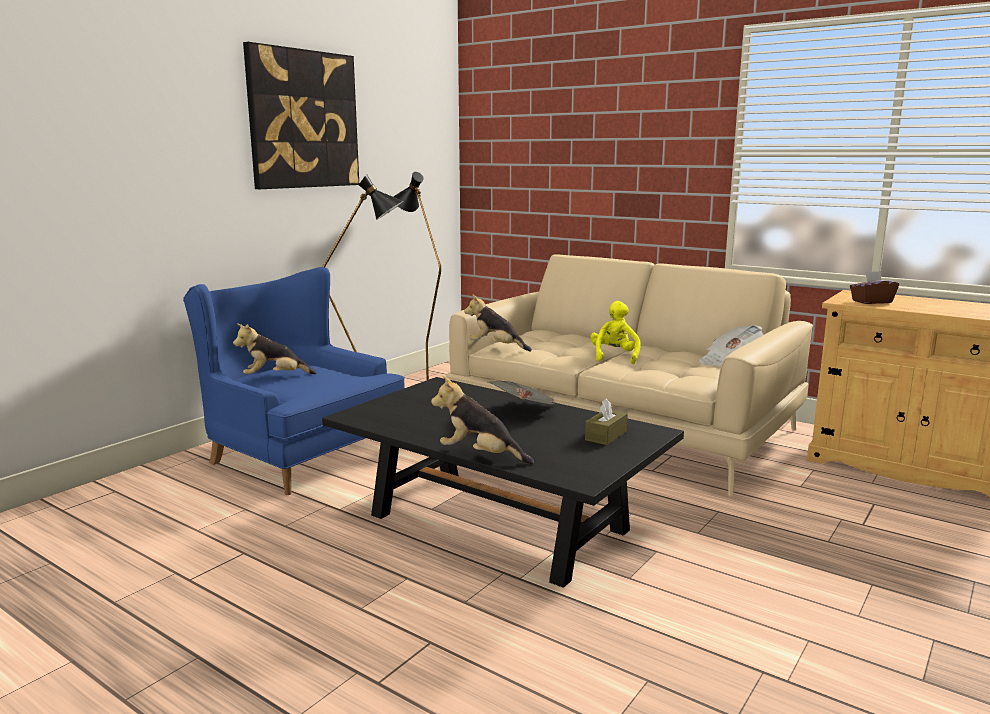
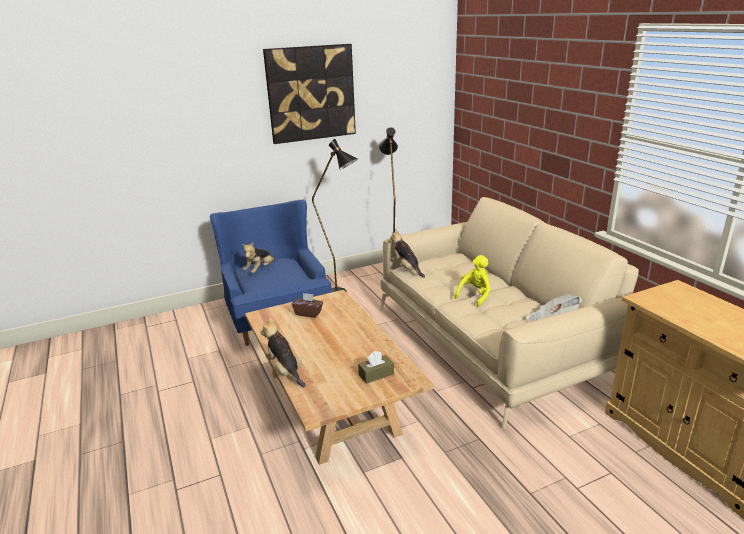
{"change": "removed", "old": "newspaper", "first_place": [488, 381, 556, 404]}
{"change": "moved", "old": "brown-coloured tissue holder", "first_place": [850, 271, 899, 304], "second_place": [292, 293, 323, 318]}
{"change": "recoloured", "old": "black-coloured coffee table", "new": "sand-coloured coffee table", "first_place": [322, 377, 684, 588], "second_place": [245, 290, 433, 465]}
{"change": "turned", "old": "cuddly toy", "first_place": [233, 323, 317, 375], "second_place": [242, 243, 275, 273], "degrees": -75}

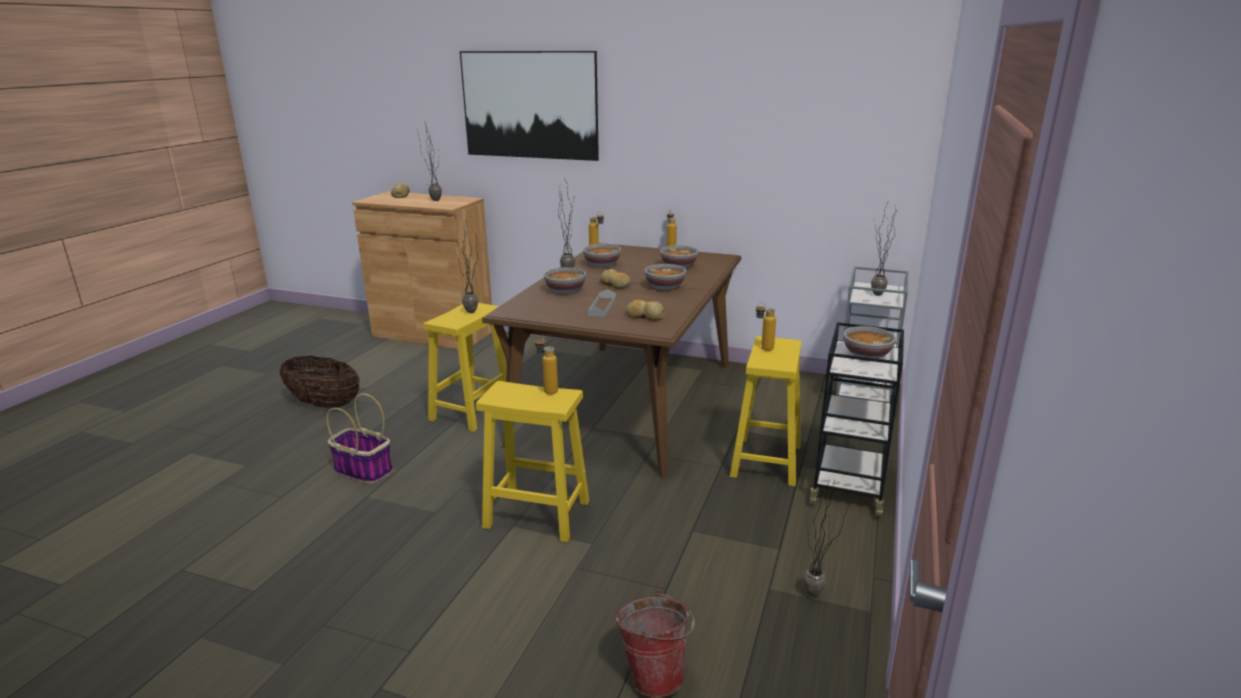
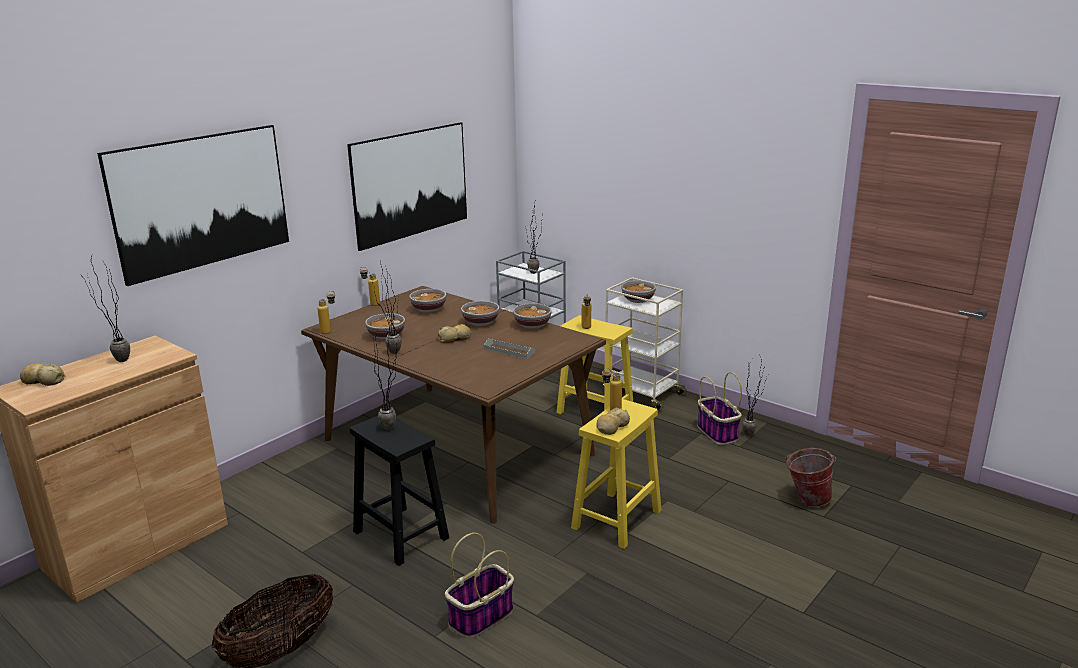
{"change": "added", "new": "picture", "second_place": [347, 122, 467, 251]}
{"change": "added", "new": "storage basket", "second_place": [697, 372, 742, 445]}
{"change": "moved", "old": "serving bowl", "first_place": [544, 267, 586, 294], "second_place": [513, 303, 552, 329]}
{"change": "moved", "old": "baked bread", "first_place": [626, 300, 665, 321], "second_place": [596, 408, 630, 435]}
{"change": "recoloured", "old": "yellow stool", "new": "black-coloured stool", "first_place": [423, 303, 507, 432], "second_place": [350, 416, 449, 566]}
{"change": "recoloured", "old": "black-coloured trolley", "new": "sand-coloured trolley", "first_place": [810, 322, 904, 517], "second_place": [603, 277, 687, 410]}

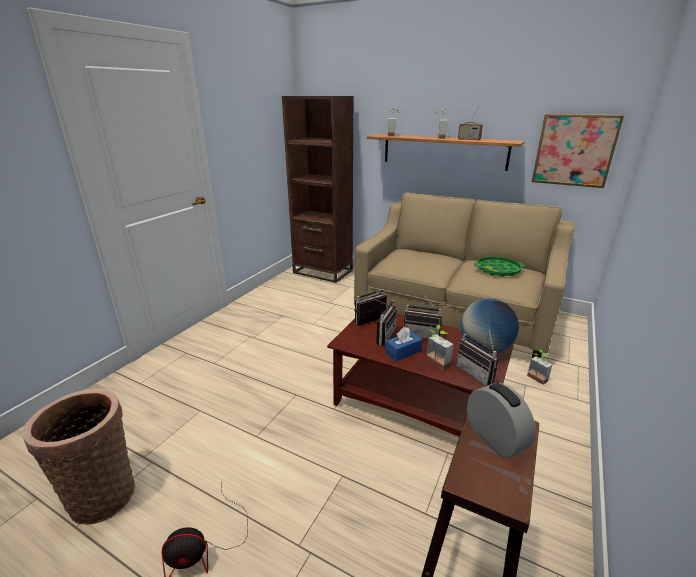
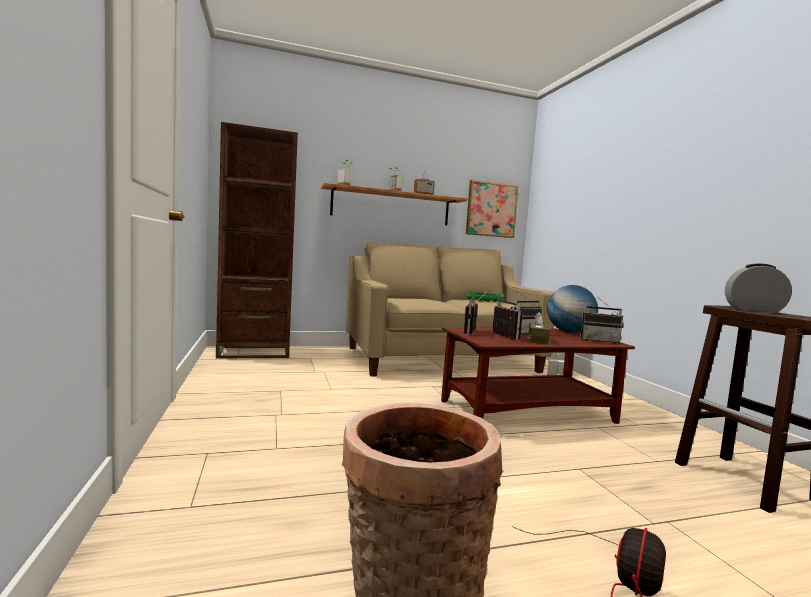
{"change": "removed", "old": "plant in a pot", "first_place": [426, 325, 454, 370]}
{"change": "recoloured", "old": "bluish tissue holder", "new": "brown-coloured tissue holder", "first_place": [385, 327, 423, 361], "second_place": [528, 312, 550, 344]}

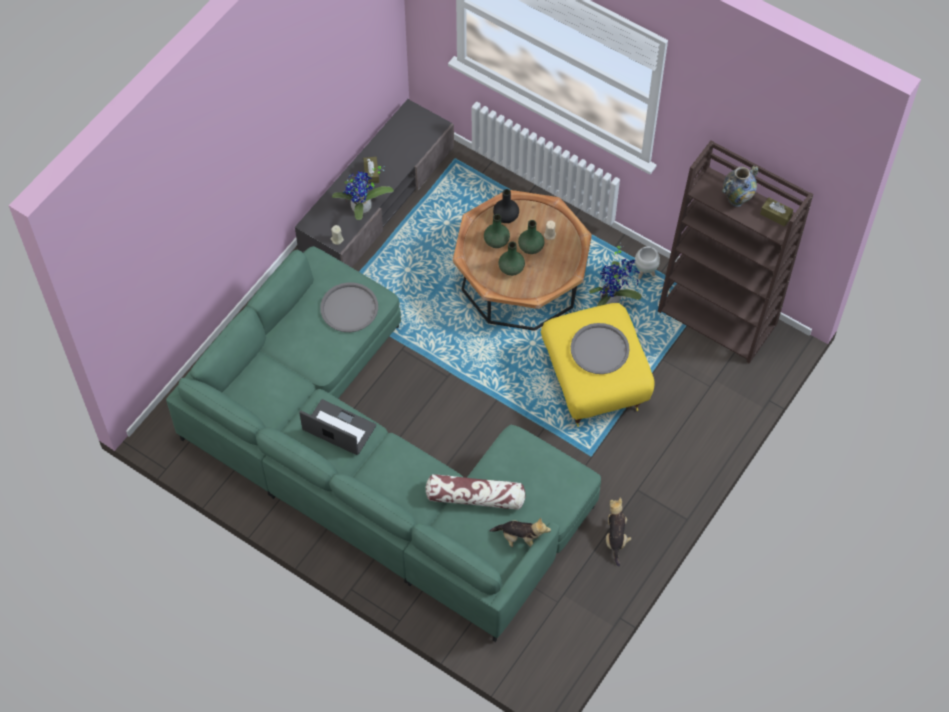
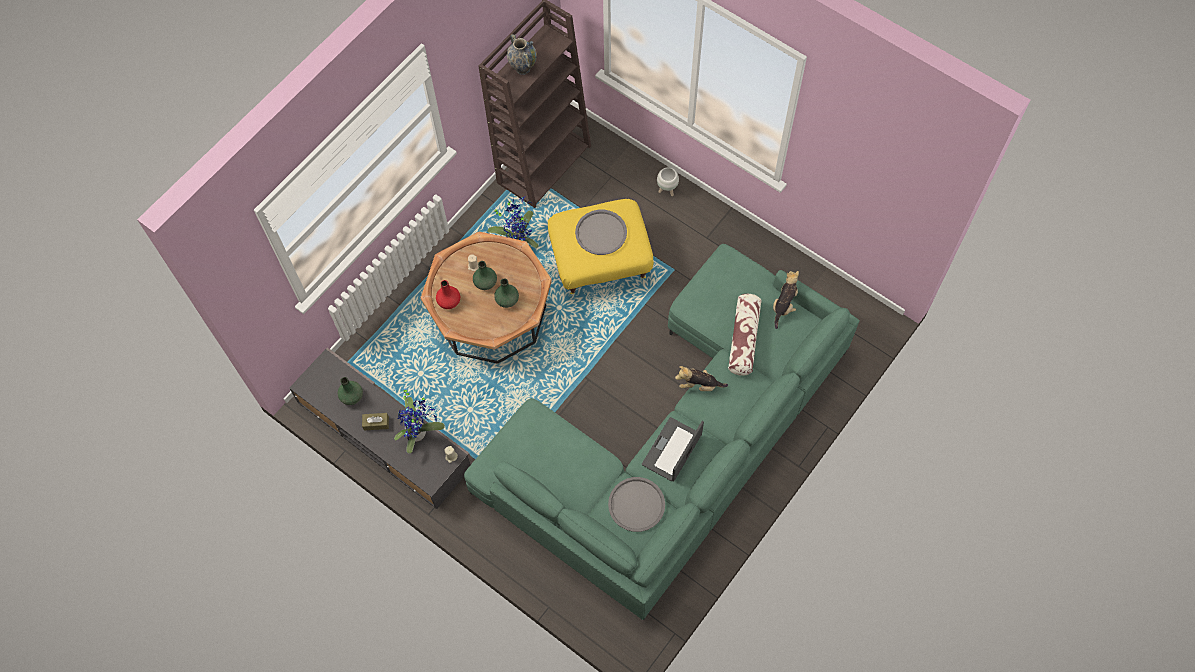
{"change": "removed", "old": "brown-coloured tissue holder", "first_place": [760, 197, 793, 226]}
{"change": "moved", "old": "grey serving tray", "first_place": [320, 282, 378, 332], "second_place": [608, 477, 665, 532]}
{"change": "moved", "old": "green decorative vase", "first_place": [484, 214, 510, 248], "second_place": [338, 377, 363, 405]}
{"change": "moved", "old": "cuddly toy", "first_place": [606, 497, 632, 567], "second_place": [675, 366, 728, 391]}
{"change": "moved", "old": "white-coloured planter", "first_place": [635, 246, 660, 279], "second_place": [657, 167, 679, 196]}
{"change": "recoloured", "old": "black-coloured decorative vase", "new": "red decorative vase", "first_place": [493, 189, 519, 223], "second_place": [436, 280, 460, 309]}

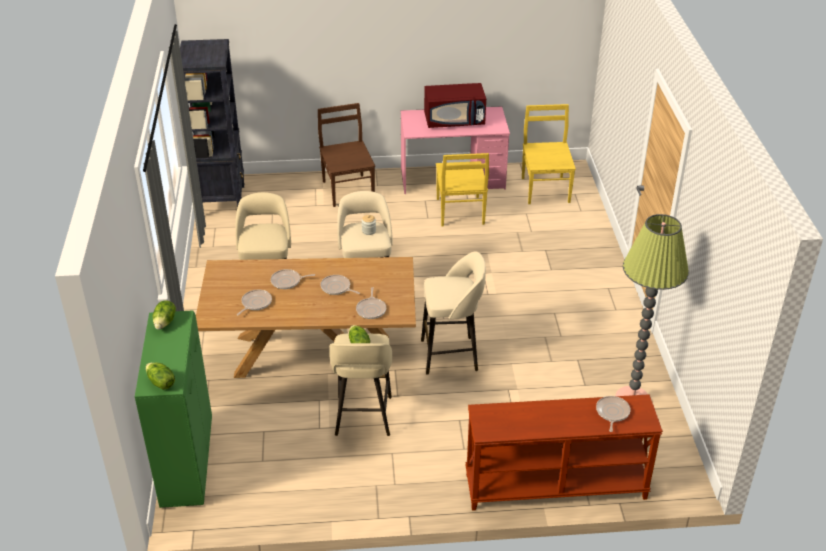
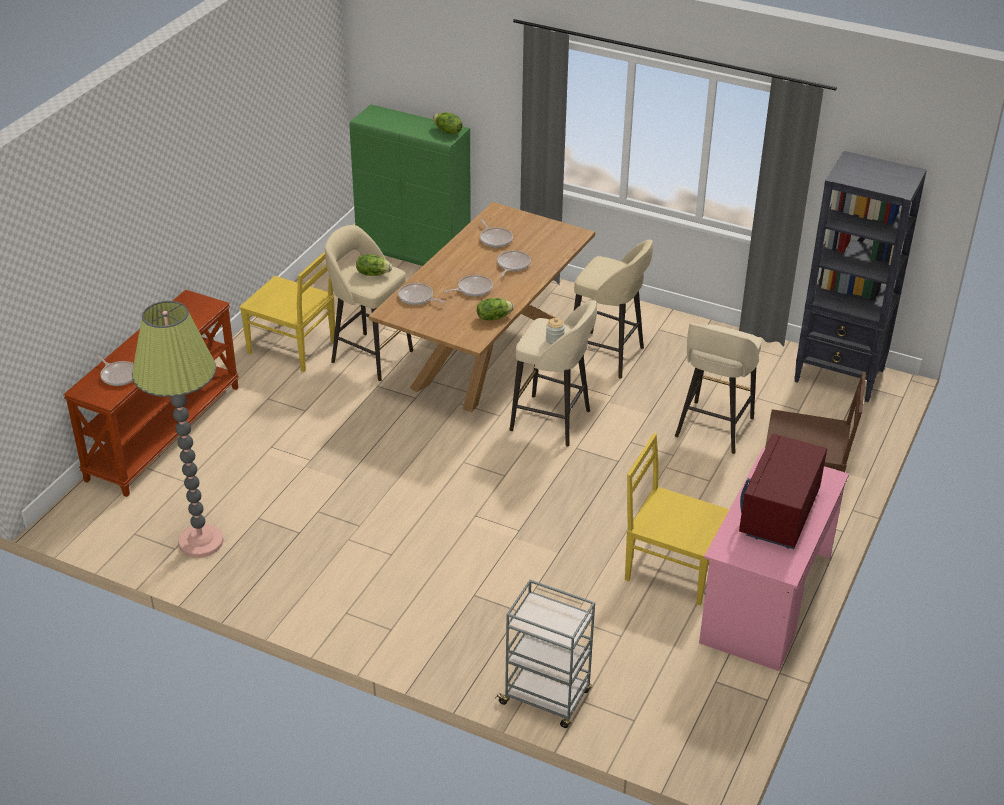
{"change": "added", "new": "grey trolley", "second_place": [496, 580, 595, 728]}
{"change": "moved", "old": "lettuce head", "first_place": [146, 362, 175, 390], "second_place": [477, 298, 514, 321]}
{"change": "moved", "old": "sand-coloured stool", "first_place": [421, 251, 486, 375], "second_place": [675, 323, 762, 454]}
{"change": "moved", "old": "yellow chair", "first_place": [522, 104, 576, 204], "second_place": [239, 252, 335, 372]}

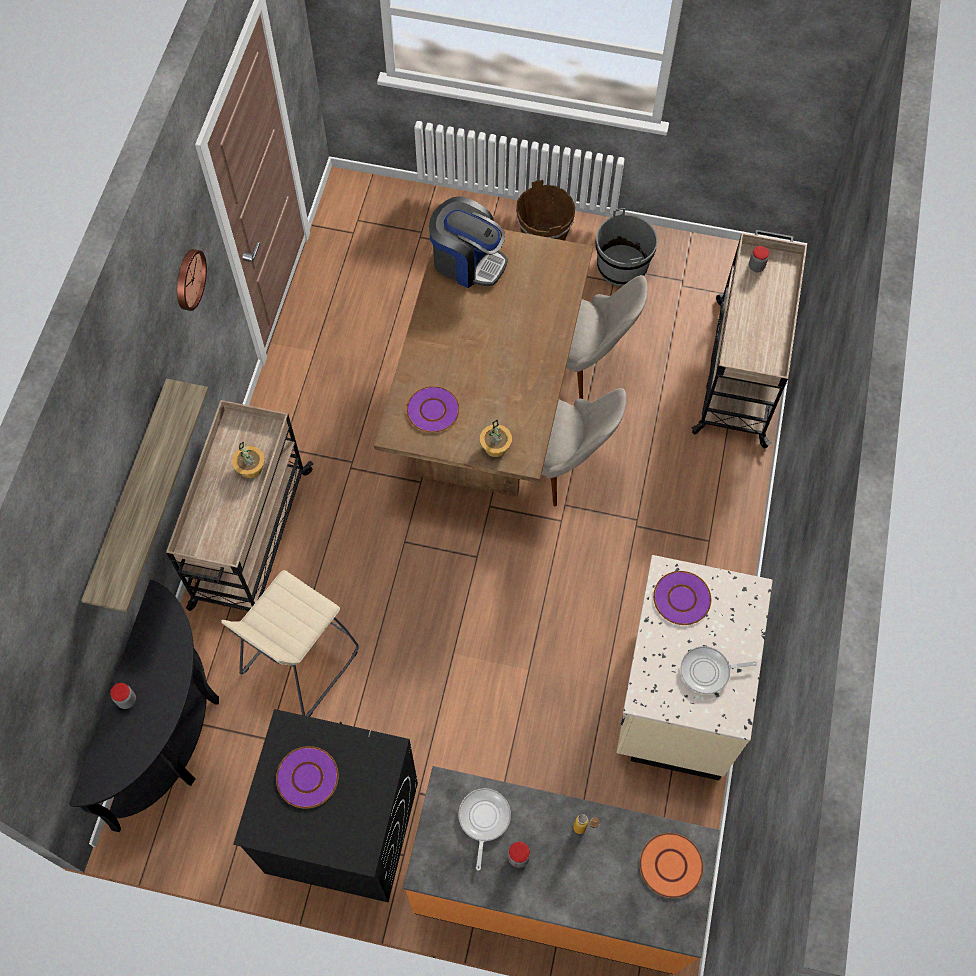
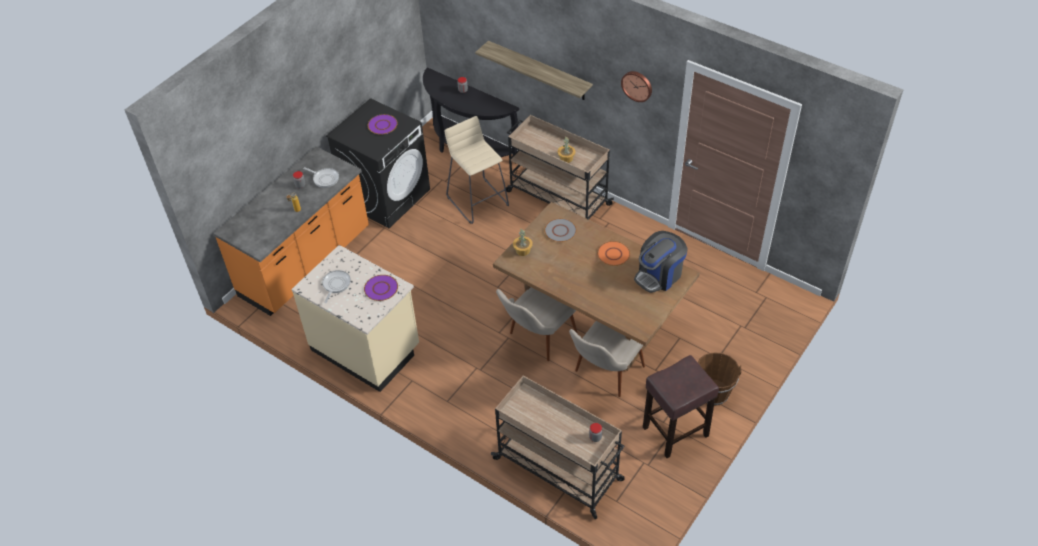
{"change": "moved", "old": "orange dinner plate", "first_place": [640, 833, 703, 898], "second_place": [597, 241, 630, 266]}
{"change": "replaced", "old": "grey water bucket", "new": "brown-coloured stool", "first_place": [595, 208, 658, 286], "second_place": [643, 355, 719, 458]}
{"change": "recoloured", "old": "purple dinner plate", "new": "grey dinner plate", "first_place": [406, 386, 460, 433], "second_place": [544, 218, 577, 242]}

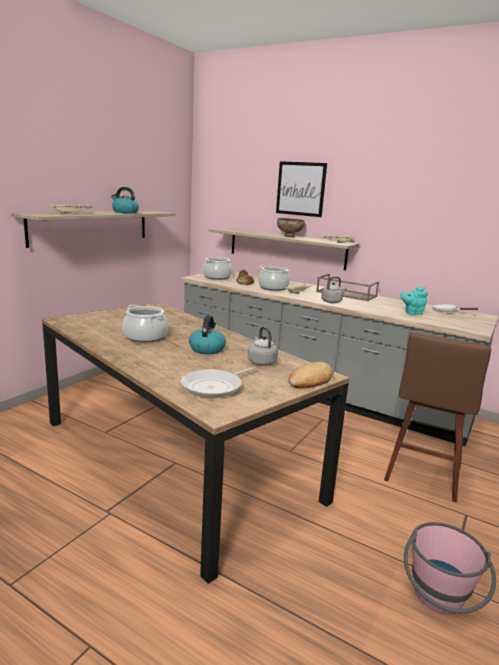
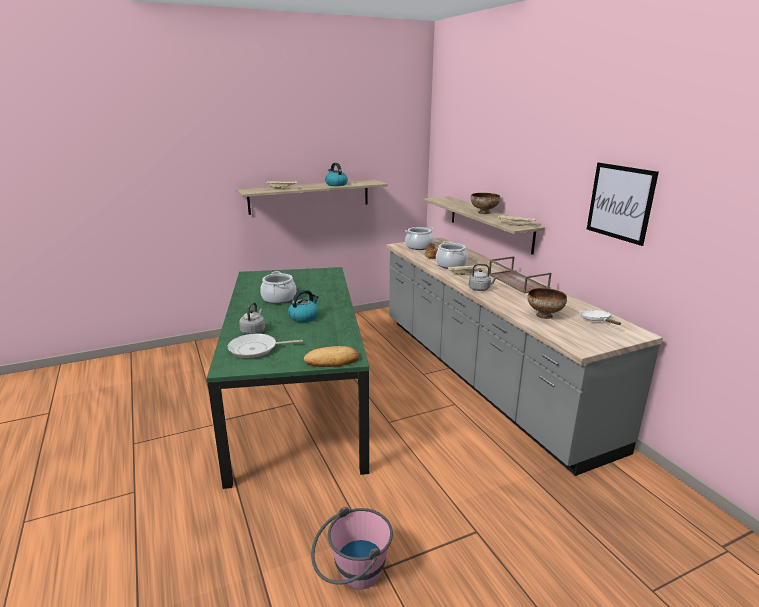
{"change": "removed", "old": "brown-coloured stool", "first_place": [384, 333, 491, 503]}
{"change": "moved", "old": "grey tea kettle", "first_place": [248, 327, 278, 366], "second_place": [239, 302, 265, 334]}
{"change": "moved", "old": "picture", "first_place": [276, 161, 327, 217], "second_place": [587, 162, 659, 246]}
{"change": "replaced", "old": "blue-green teapot", "new": "serving bowl", "first_place": [401, 287, 428, 315], "second_place": [527, 288, 567, 319]}
{"change": "recoloured", "old": "brown-coloured dining table", "new": "green dining table", "first_place": [42, 303, 350, 584], "second_place": [207, 267, 369, 489]}

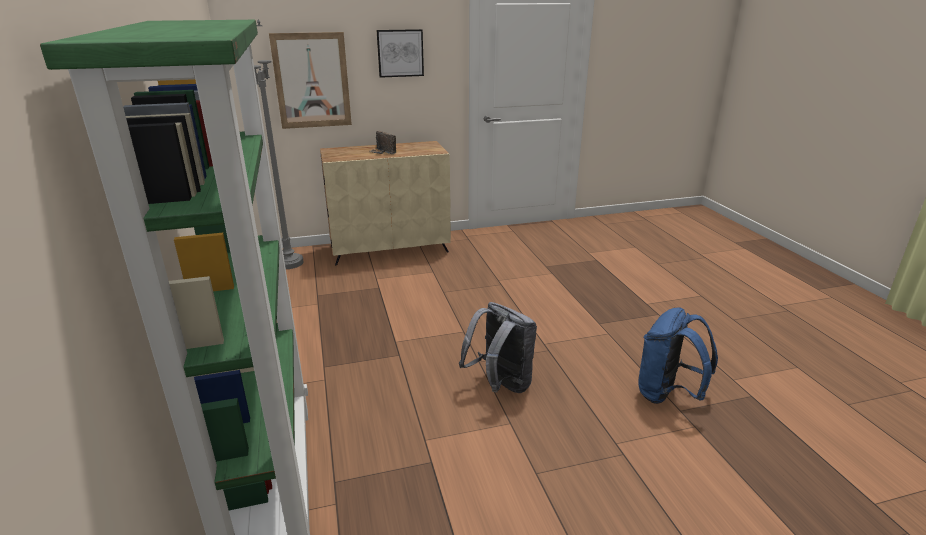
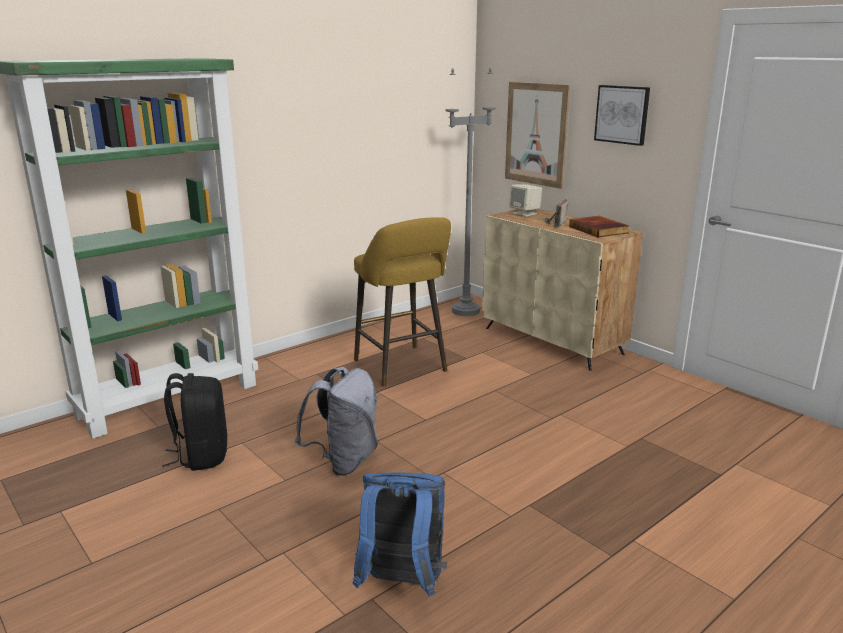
{"change": "added", "new": "black-coloured backpack", "second_place": [162, 373, 227, 471]}
{"change": "added", "new": "yellow stool", "second_place": [354, 217, 451, 386]}
{"change": "added", "new": "sand-coloured loudspeaker", "second_place": [509, 184, 542, 217]}
{"change": "added", "new": "book", "second_place": [569, 216, 629, 237]}

